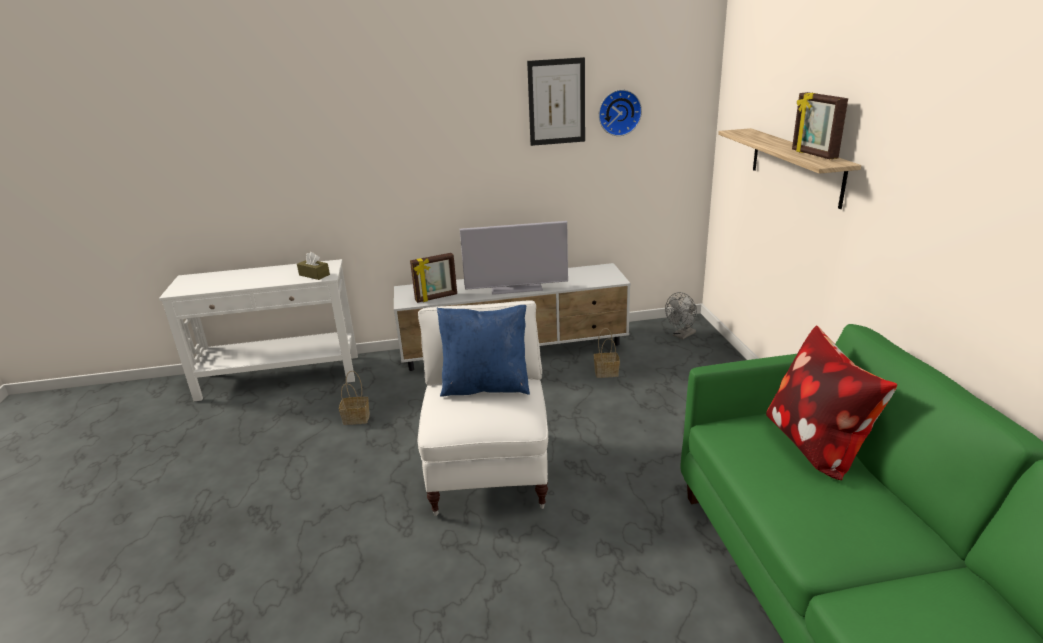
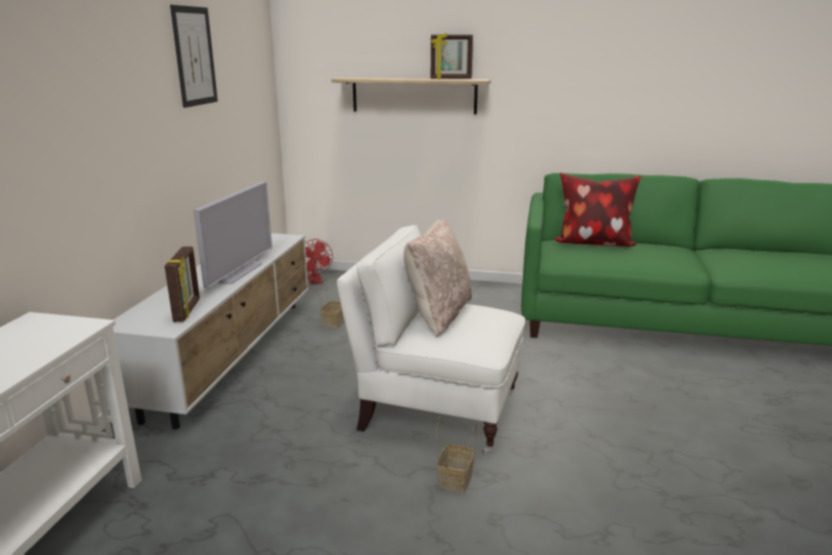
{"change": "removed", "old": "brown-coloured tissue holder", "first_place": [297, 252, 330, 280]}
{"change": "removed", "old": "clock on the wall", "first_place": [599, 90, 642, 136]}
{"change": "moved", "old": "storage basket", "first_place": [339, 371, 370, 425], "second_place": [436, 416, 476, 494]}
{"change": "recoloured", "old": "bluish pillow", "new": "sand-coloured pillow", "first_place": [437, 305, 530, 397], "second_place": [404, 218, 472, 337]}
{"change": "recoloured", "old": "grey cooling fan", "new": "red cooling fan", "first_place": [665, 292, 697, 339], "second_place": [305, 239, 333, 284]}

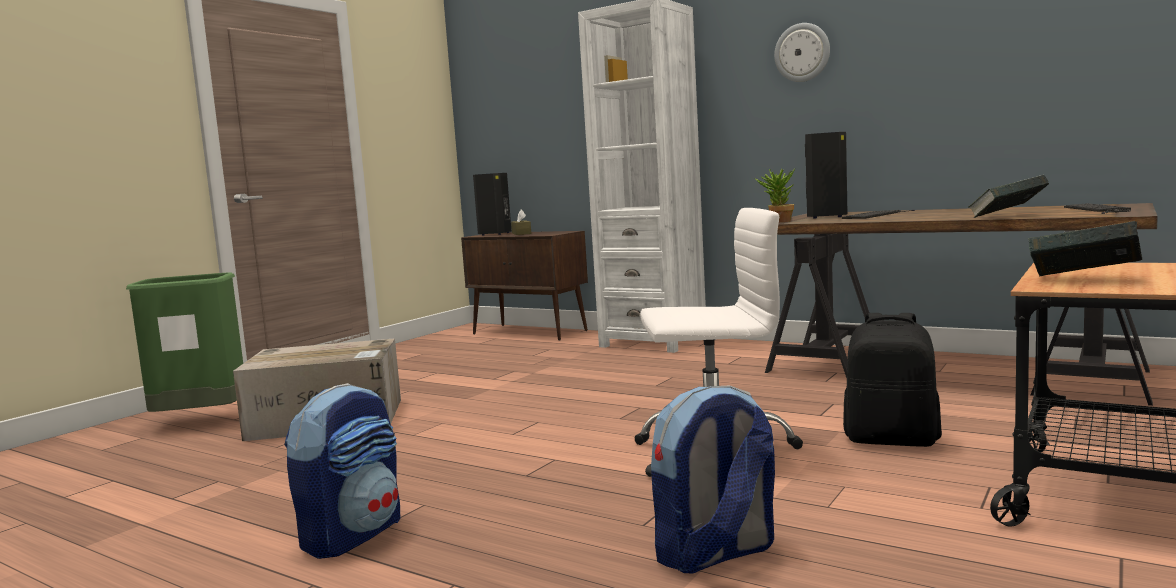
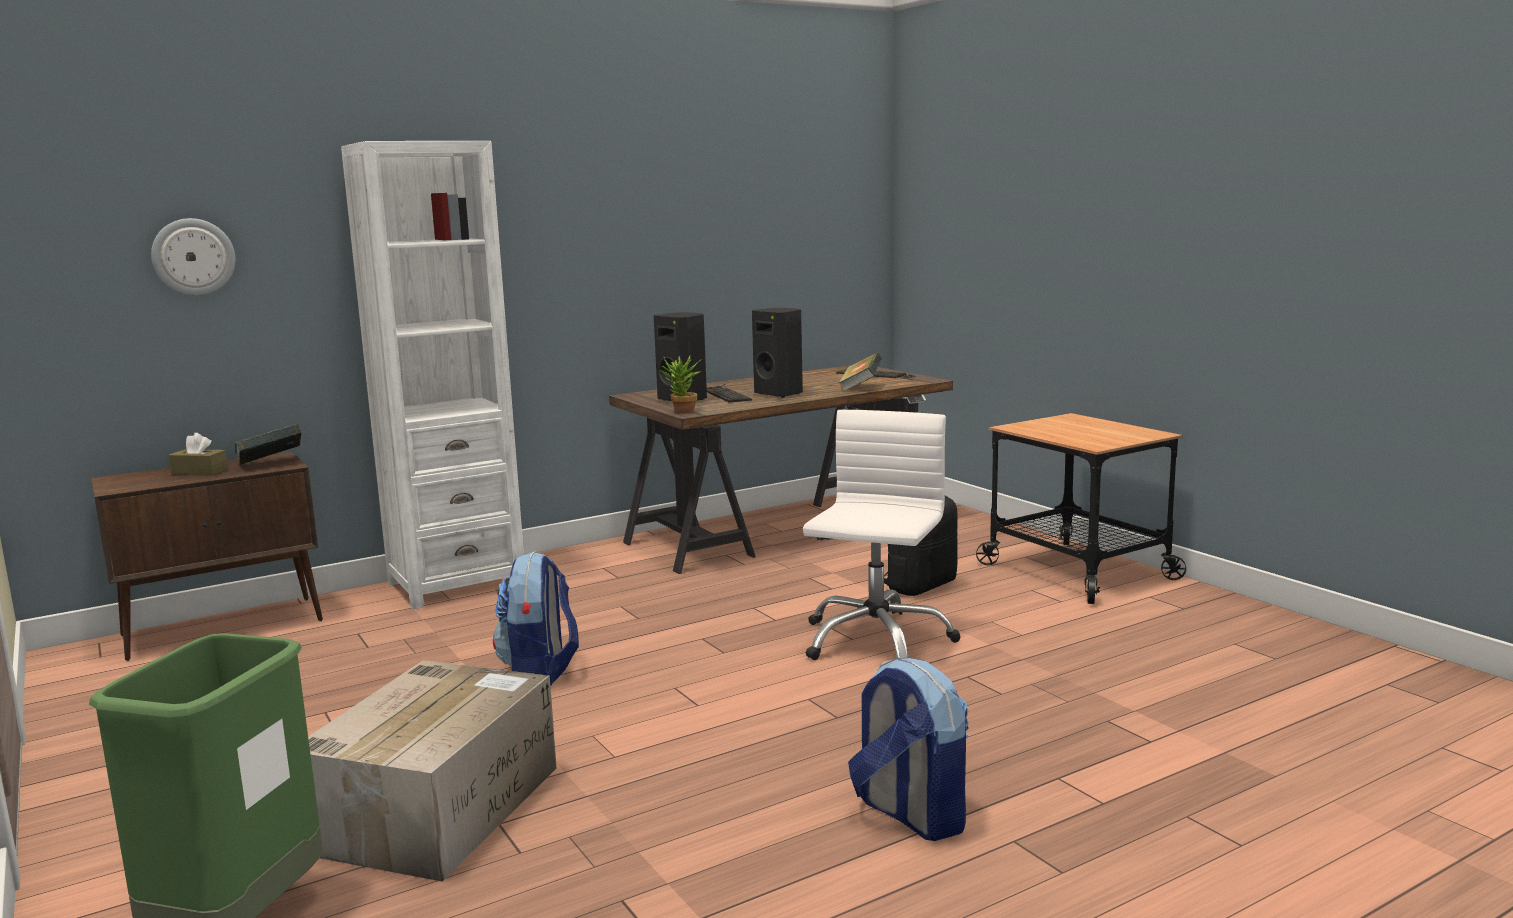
{"change": "moved", "old": "black-coloured loudspeaker", "first_place": [473, 173, 511, 235], "second_place": [752, 308, 803, 398]}
{"change": "moved", "old": "backpack", "first_place": [651, 385, 775, 574], "second_place": [493, 551, 579, 686]}
{"change": "moved", "old": "clock on the wall", "first_place": [774, 23, 830, 82], "second_place": [151, 218, 235, 295]}
{"change": "moved", "old": "book", "first_place": [1028, 221, 1142, 277], "second_place": [235, 424, 301, 465]}

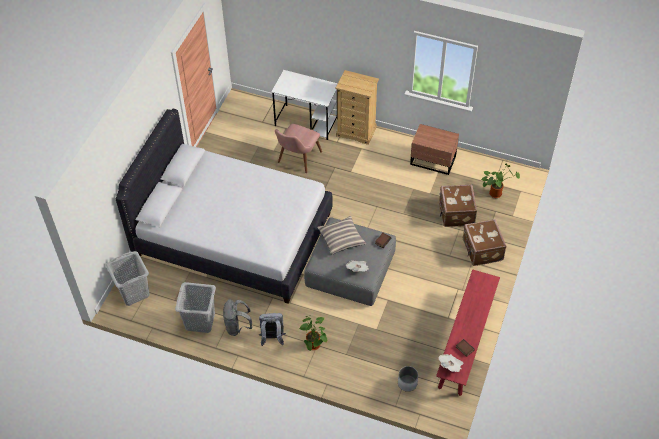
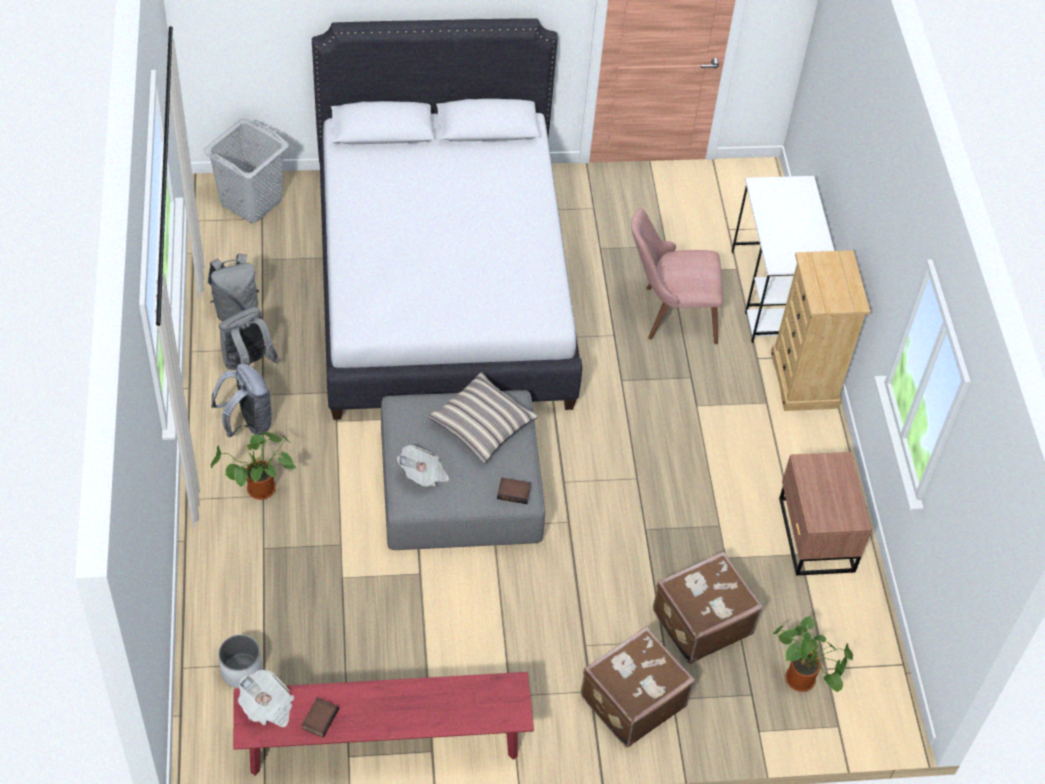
{"change": "replaced", "old": "grey laundry basket", "new": "grey backpack", "first_place": [175, 282, 216, 333], "second_place": [208, 253, 259, 321]}

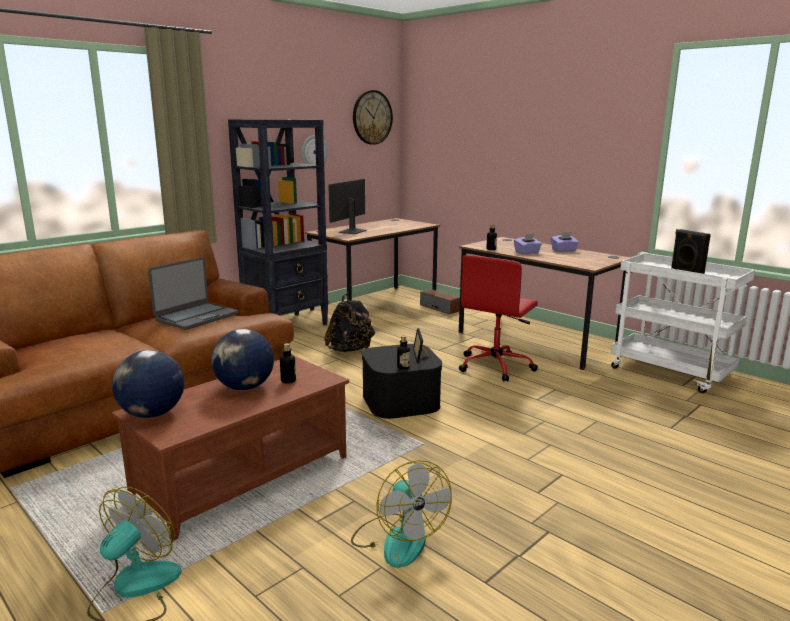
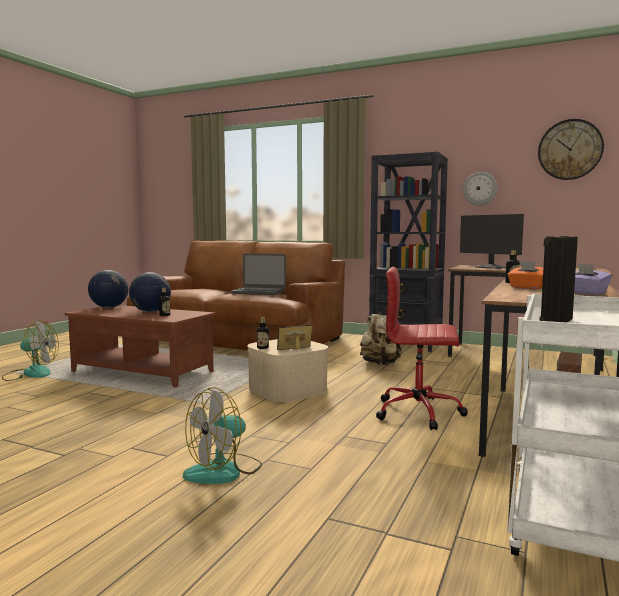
{"change": "moved", "old": "cooling fan", "first_place": [351, 460, 452, 568], "second_place": [183, 387, 262, 484]}
{"change": "recoloured", "old": "black-coloured backpack", "new": "sand-coloured backpack", "first_place": [324, 294, 375, 352], "second_place": [360, 308, 402, 365]}
{"change": "recoloured", "old": "black-coloured storage box", "new": "sand-coloured storage box", "first_place": [362, 344, 442, 419], "second_place": [247, 339, 328, 402]}
{"change": "recoloured", "old": "purple tissue holder", "new": "orange tissue holder", "first_place": [514, 234, 542, 254], "second_place": [508, 261, 543, 289]}
{"change": "turned", "old": "monitor", "first_place": [328, 179, 367, 234], "second_place": [460, 214, 524, 269], "degrees": -135}

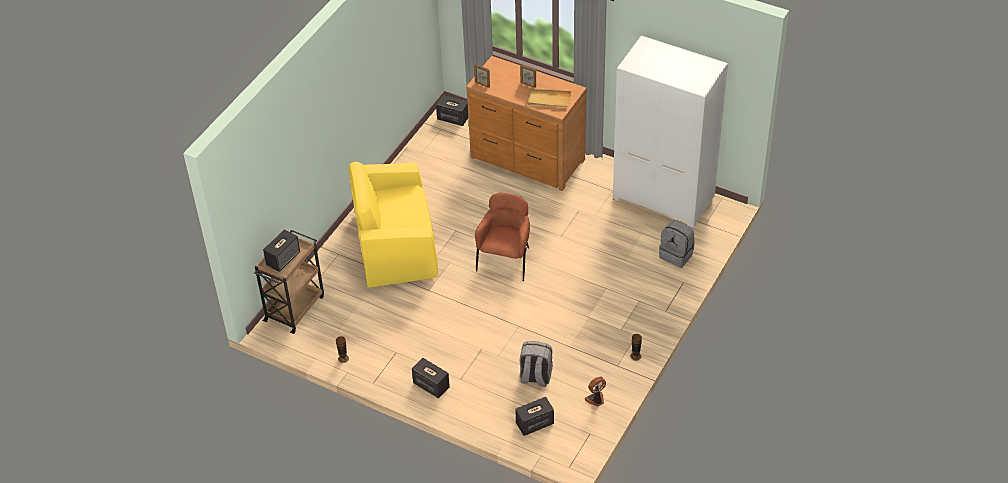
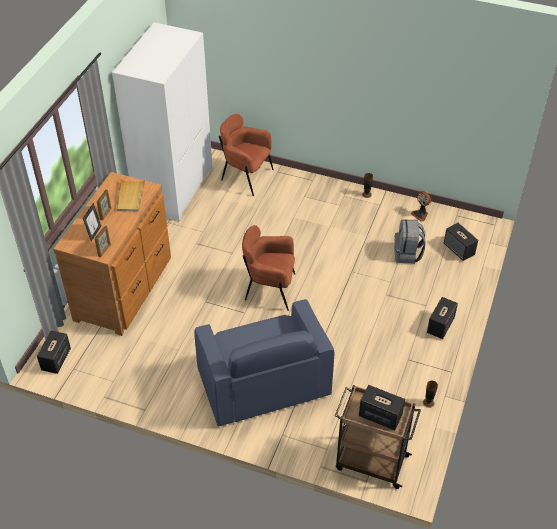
{"change": "added", "new": "standing frame", "second_place": [83, 203, 101, 241]}
{"change": "replaced", "old": "grey backpack", "new": "brown-coloured armchair", "first_place": [659, 220, 694, 268], "second_place": [219, 114, 274, 196]}
{"change": "recoloured", "old": "yellow armchair", "new": "bluish armchair", "first_place": [348, 162, 438, 288], "second_place": [194, 299, 335, 427]}

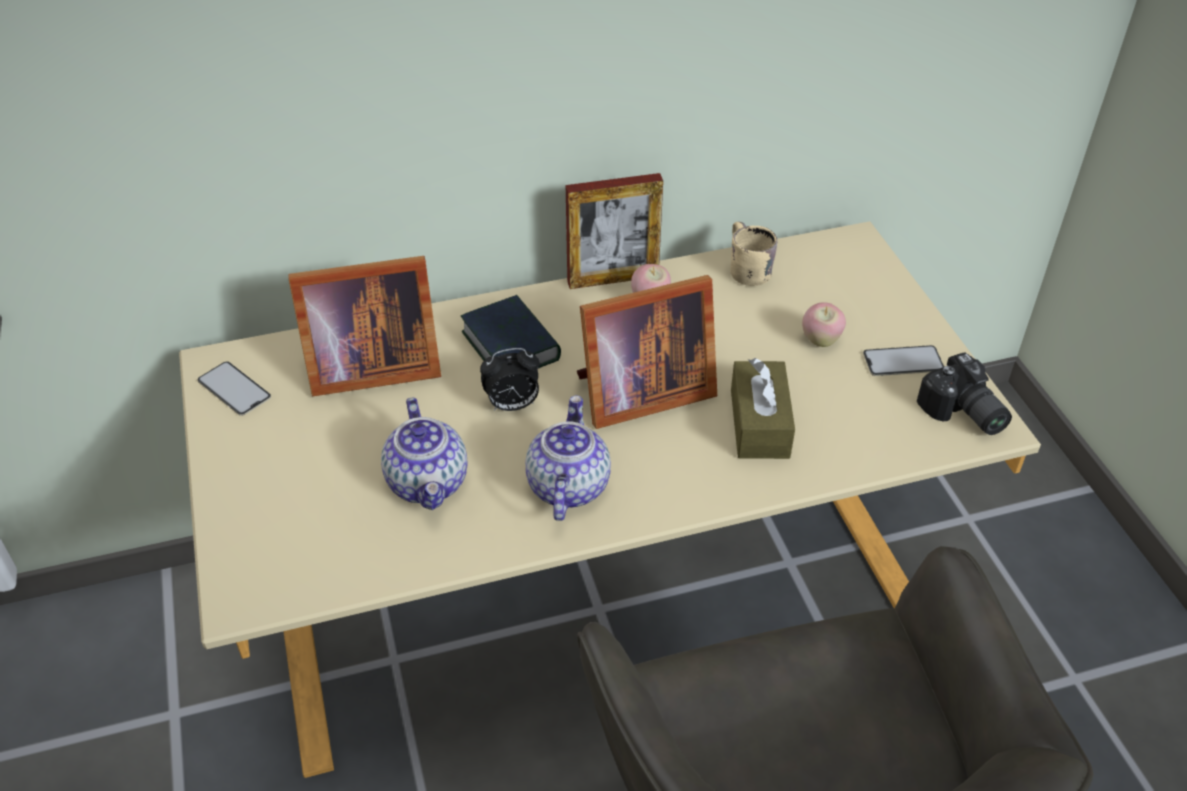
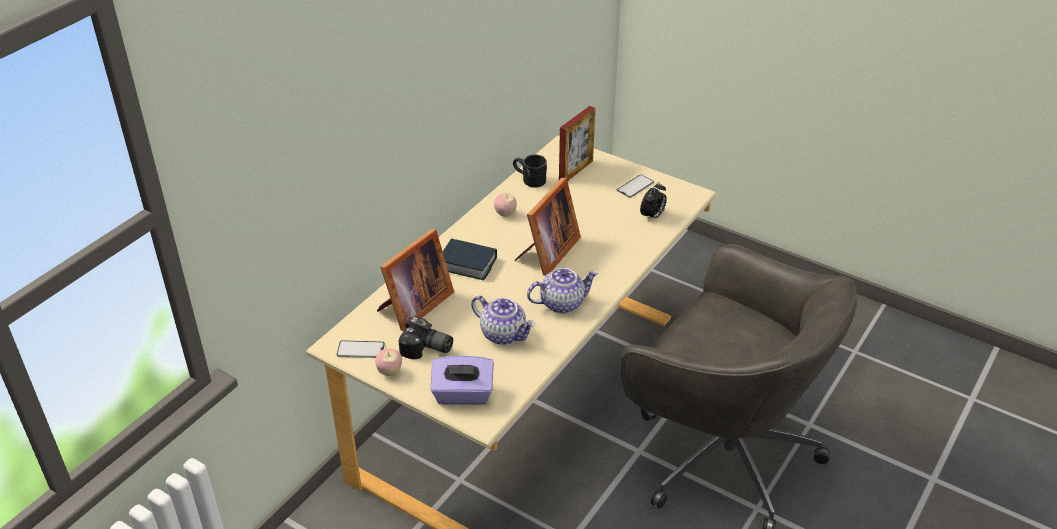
{"change": "removed", "old": "brown-coloured tissue holder", "first_place": [731, 358, 795, 459]}
{"change": "added", "new": "purple tissue holder", "second_place": [431, 356, 494, 405]}
{"change": "moved", "old": "bedside clock", "first_place": [480, 348, 540, 411], "second_place": [640, 182, 667, 221]}
{"change": "moved", "old": "standing frame", "first_place": [566, 173, 663, 289], "second_place": [559, 106, 595, 181]}
{"change": "moved", "old": "apple fruit", "first_place": [802, 302, 846, 347], "second_place": [375, 348, 402, 376]}
{"change": "moved", "old": "photo camera", "first_place": [917, 353, 1012, 435], "second_place": [399, 317, 453, 359]}
{"change": "recoloured", "old": "sand-coloured tea mug", "new": "black-coloured tea mug", "first_place": [730, 222, 777, 286], "second_place": [513, 154, 547, 188]}
{"change": "turned", "old": "teapot", "first_place": [525, 395, 611, 521], "second_place": [527, 268, 598, 313], "degrees": 105}

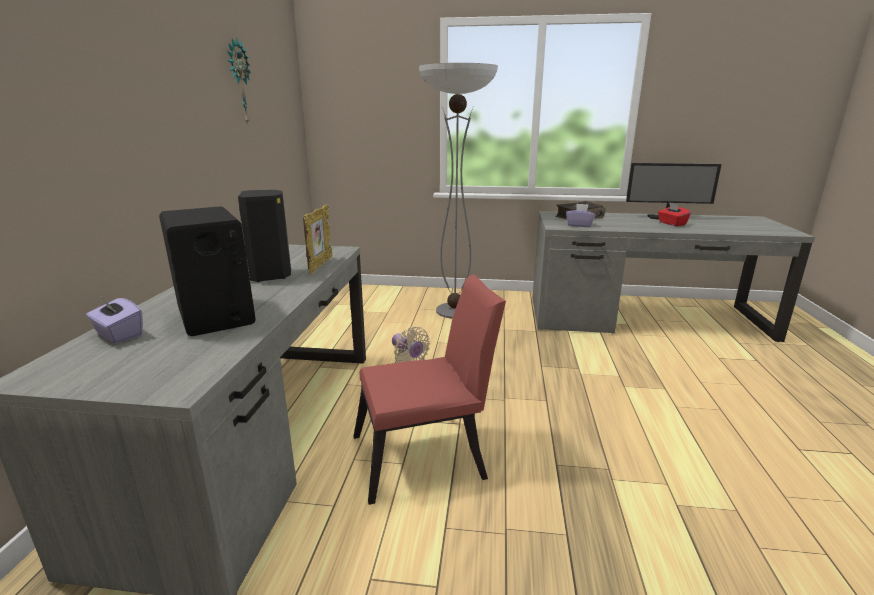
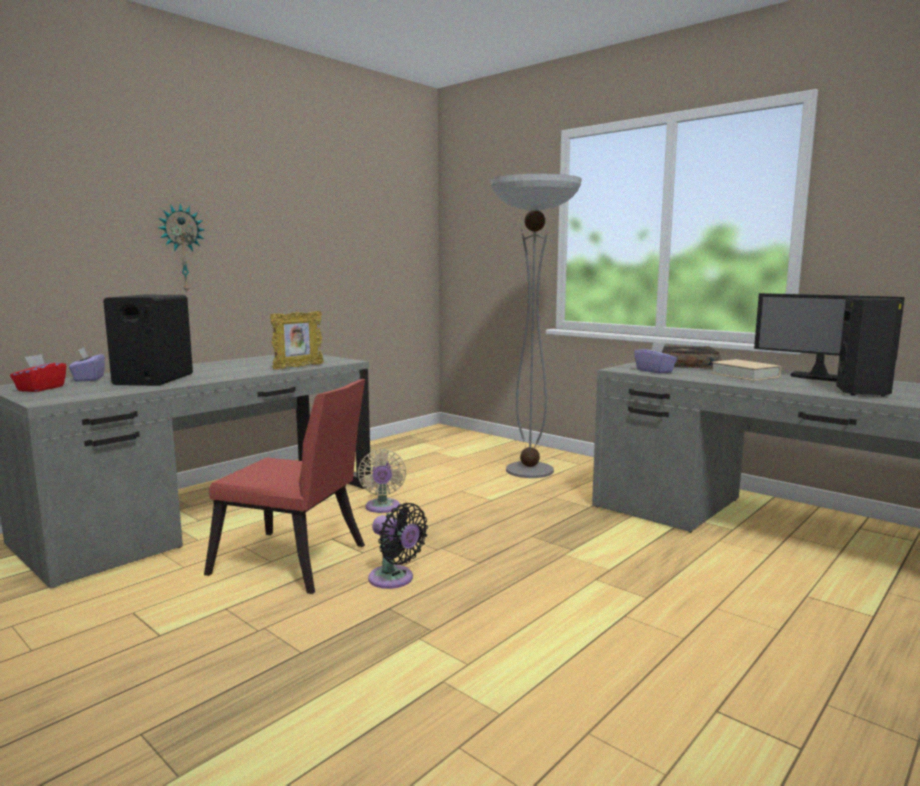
{"change": "added", "new": "black-coloured cooling fan", "second_place": [368, 503, 428, 589]}
{"change": "added", "new": "sand-coloured book", "second_place": [711, 359, 781, 381]}
{"change": "moved", "old": "clock on the wall", "first_place": [227, 37, 251, 125], "second_place": [158, 203, 205, 292]}
{"change": "moved", "old": "black-coloured loudspeaker", "first_place": [238, 190, 291, 282], "second_place": [836, 297, 904, 397]}
{"change": "moved", "old": "red tissue holder", "first_place": [658, 202, 691, 226], "second_place": [10, 354, 67, 392]}

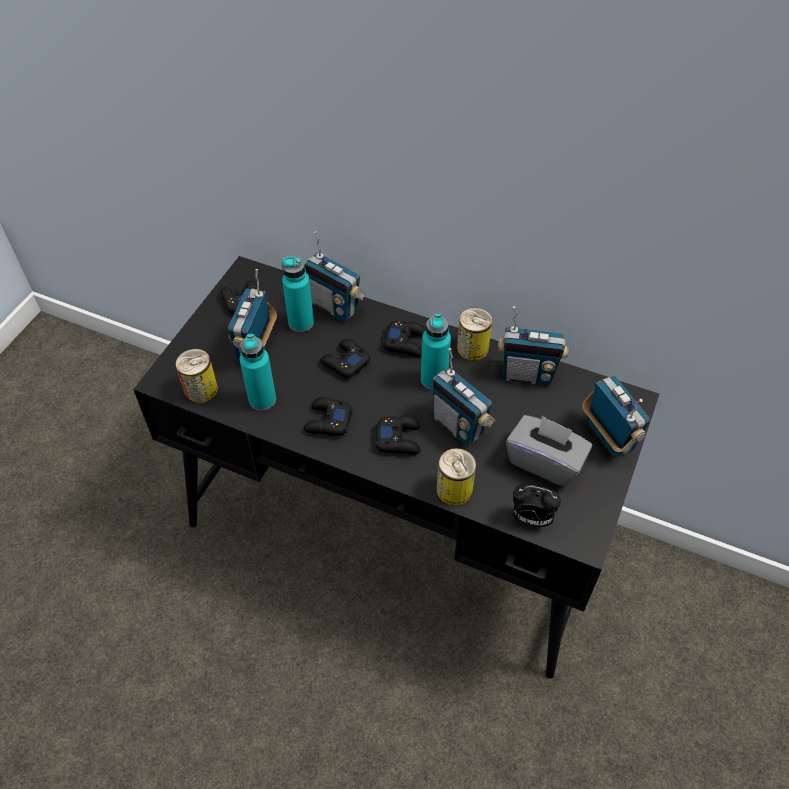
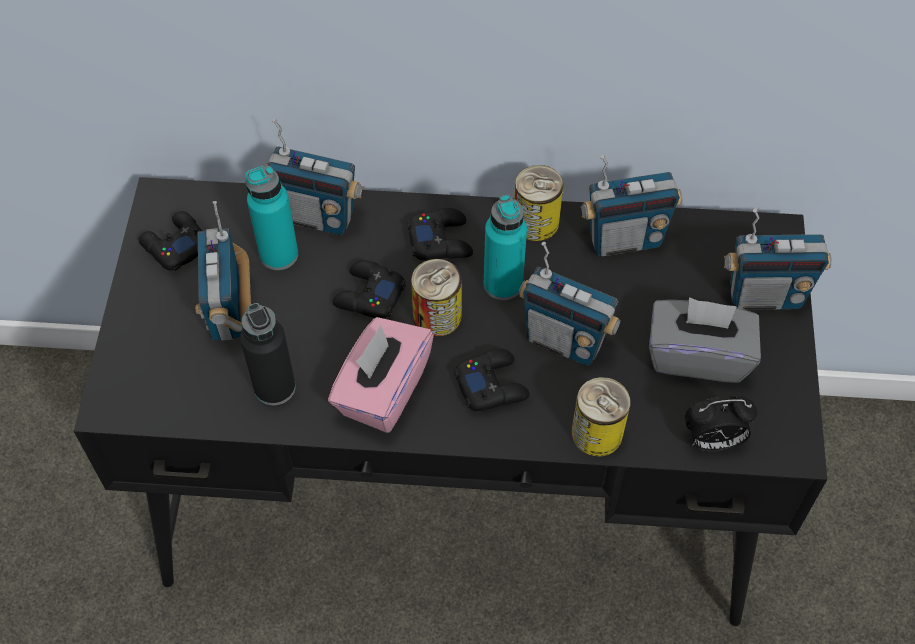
{"change": "moved", "old": "metal can", "first_place": [176, 349, 218, 403], "second_place": [411, 259, 462, 337]}
{"change": "replaced", "old": "black-coloured joypad", "new": "pink-coloured tissue holder", "first_place": [304, 397, 353, 436], "second_place": [328, 317, 434, 433]}
{"change": "recoloured", "old": "blue-green beverage bottle", "new": "black-coloured beverage bottle", "first_place": [240, 334, 276, 411], "second_place": [240, 303, 296, 405]}
{"change": "turned", "old": "radio receiver", "first_place": [582, 376, 650, 458], "second_place": [724, 208, 832, 310], "degrees": 135}

